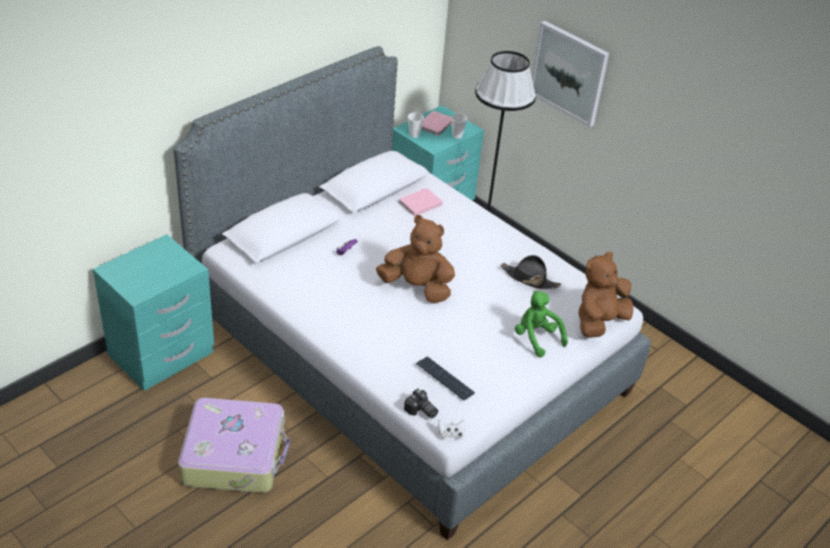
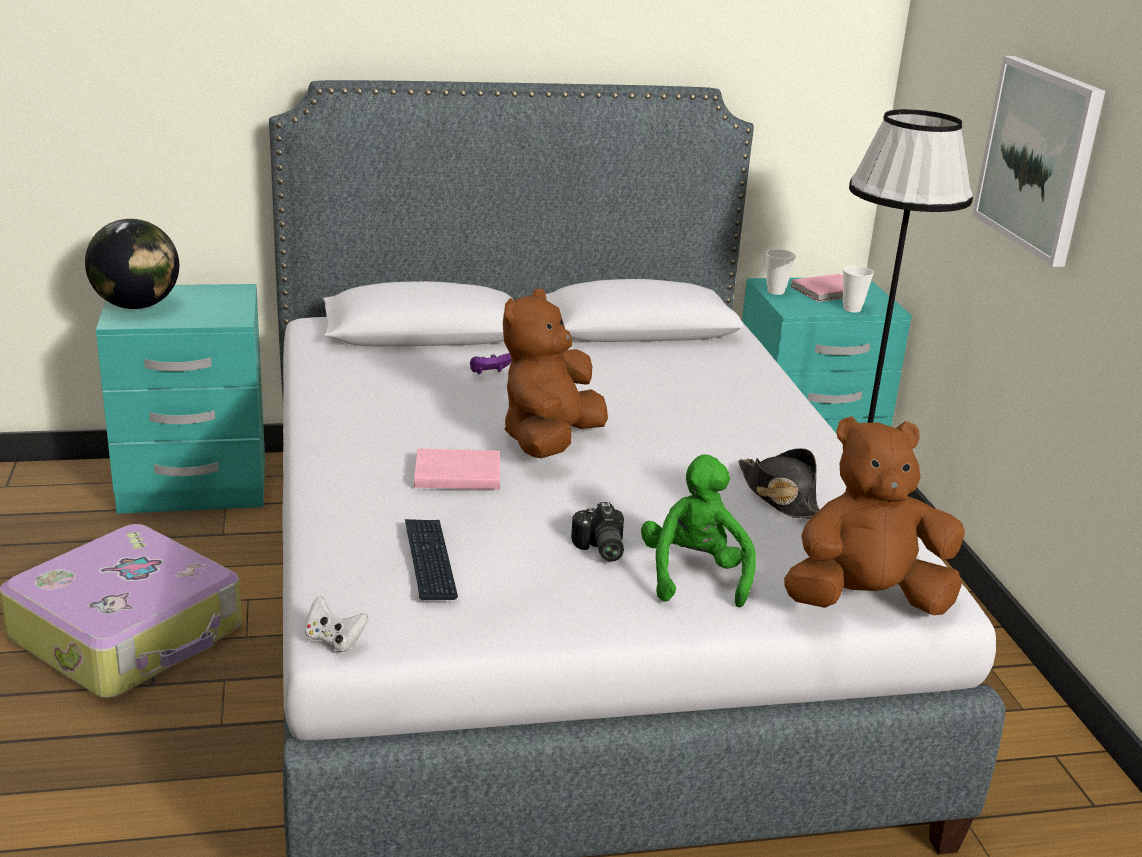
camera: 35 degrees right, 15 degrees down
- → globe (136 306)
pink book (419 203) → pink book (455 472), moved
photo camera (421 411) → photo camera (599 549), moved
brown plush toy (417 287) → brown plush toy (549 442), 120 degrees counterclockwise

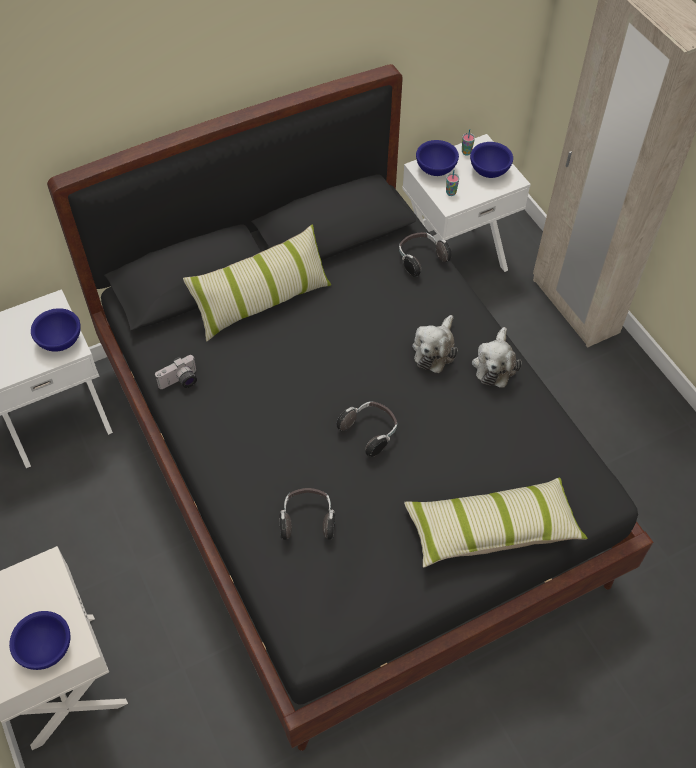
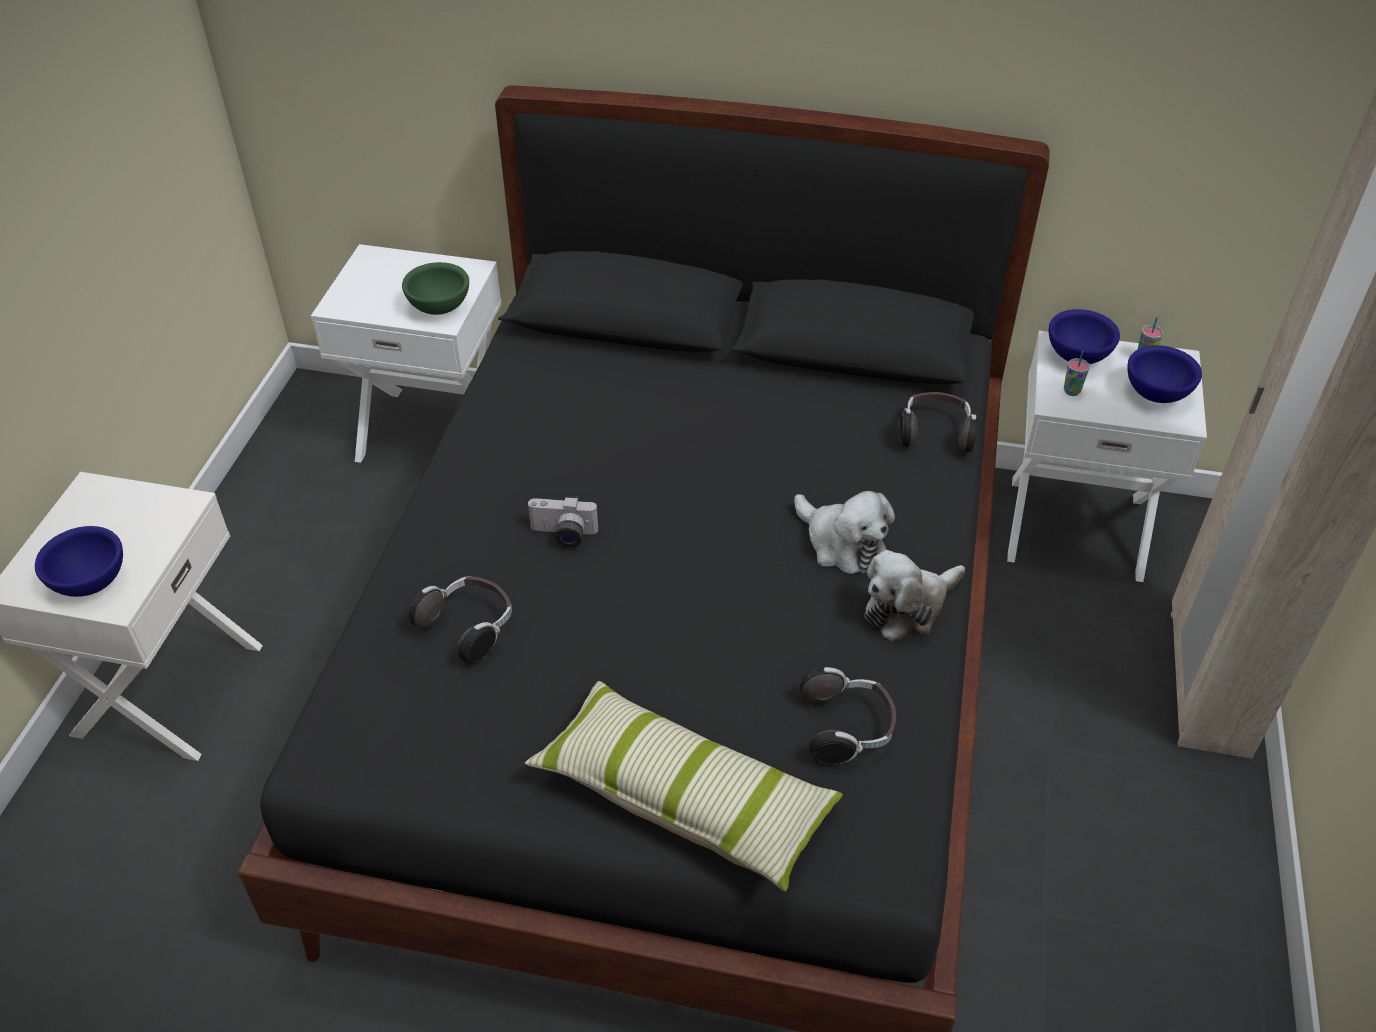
camera: 40 degrees right, 10 degrees down
pillow (262 302) → -
photo camera (180 382) → photo camera (563 535), moved
headphones (370 432) → headphones (847 728), moved
blue bowl (61 341) → green bowl (440 307)
plush toy (435 350) → plush toy (841 543), 105 degrees counterclockwise

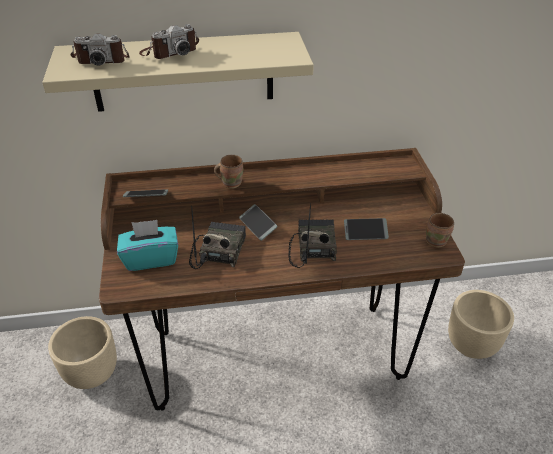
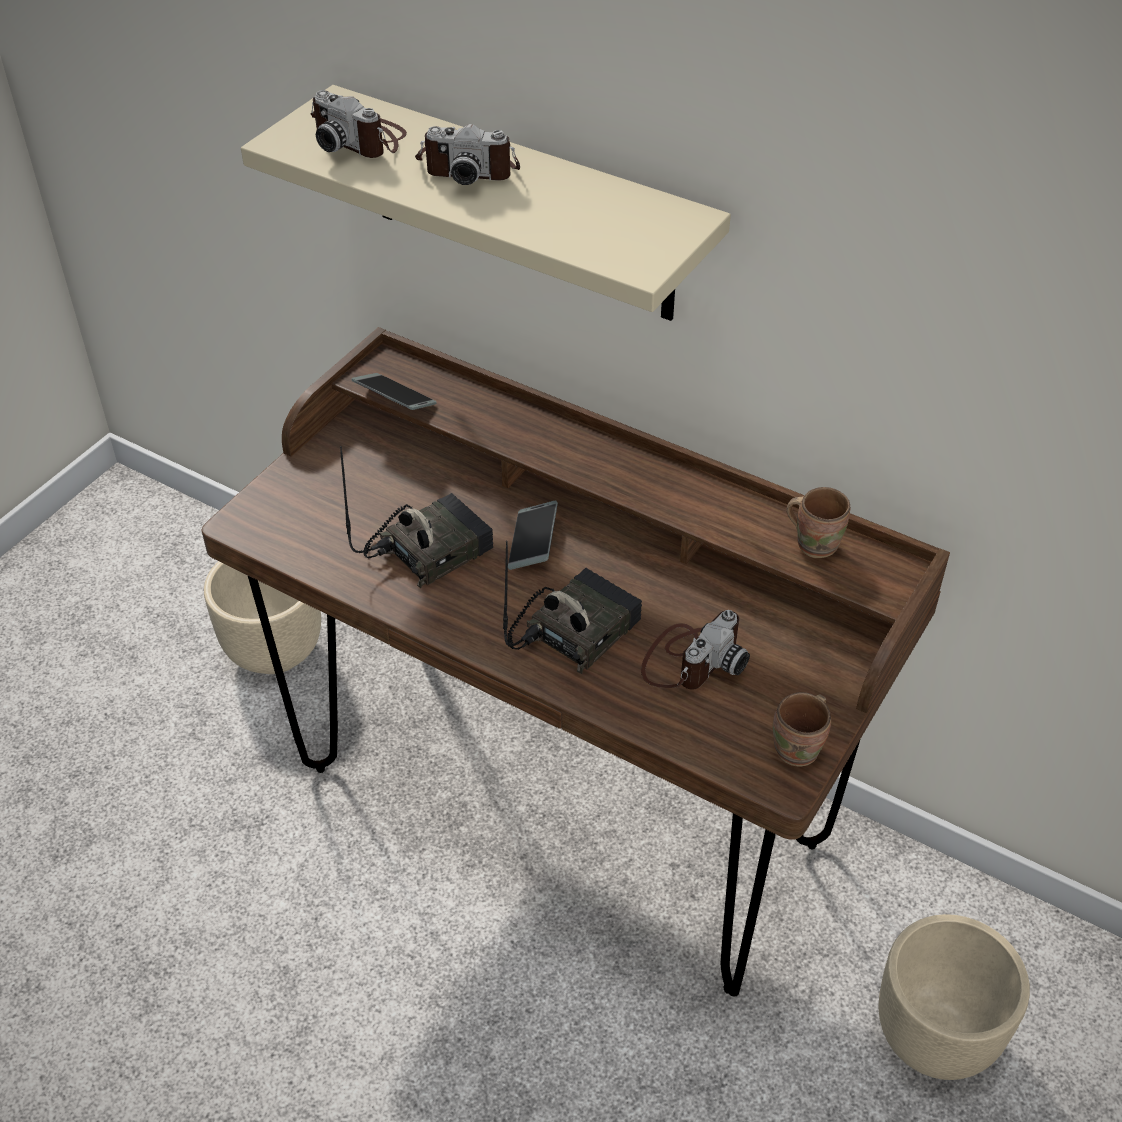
camera: 40 degrees right, 5 degrees up
turquoise tissue box (151 258) → -
brown mug (230 182) → brown mug (815 542), moved
phone (365 233) → photo camera (691 659)

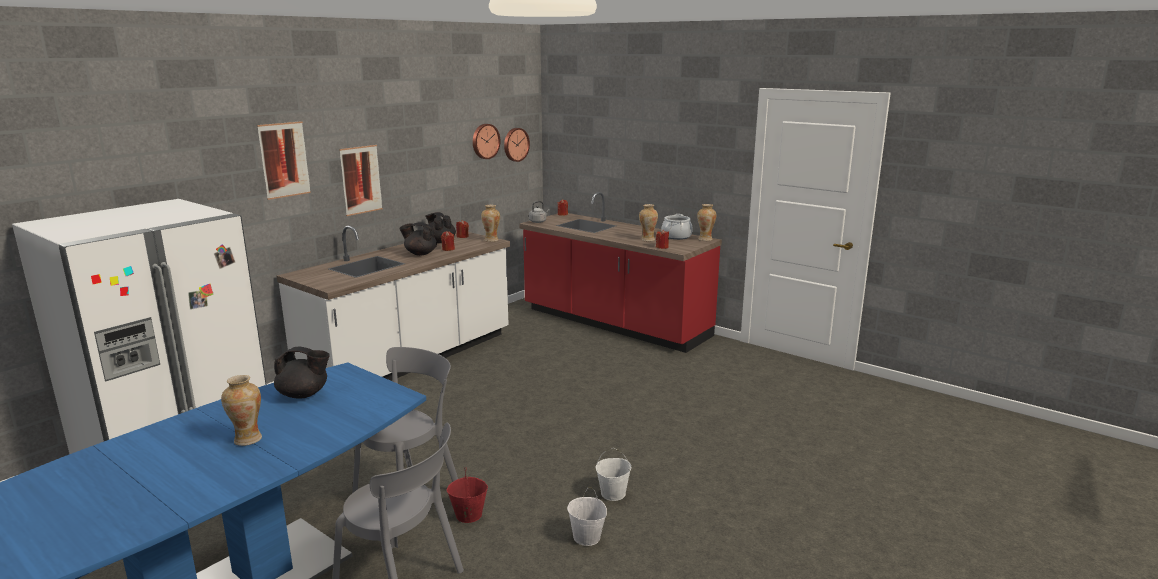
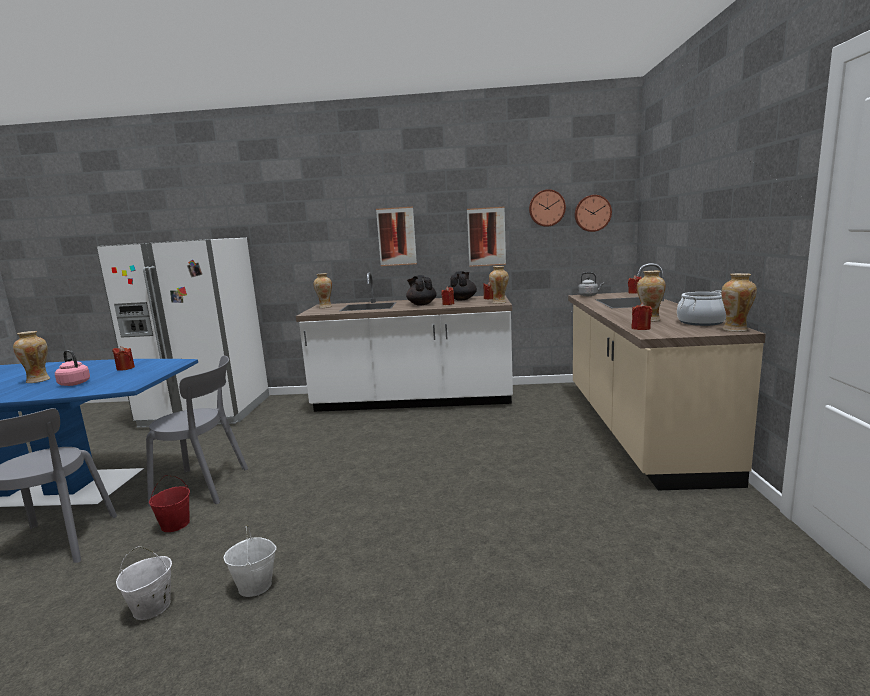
camera: 55 degrees right, 5 degrees down
- → pink kettle (74 383)
- → vase (325 307)
picture (284 160) → picture (486 237), moved
black teapot (304 394) → red candle (125 368)
red counter (614 323) → beige counter (637 428)

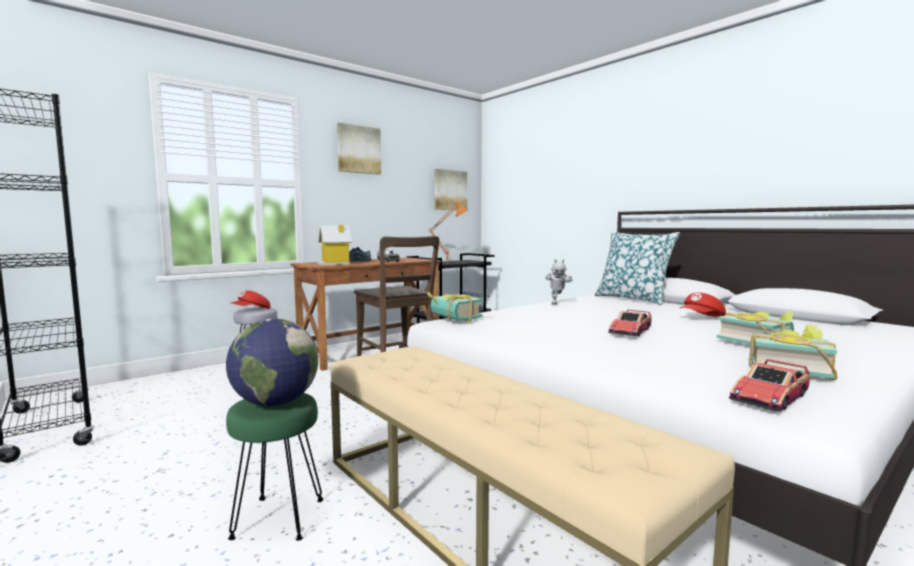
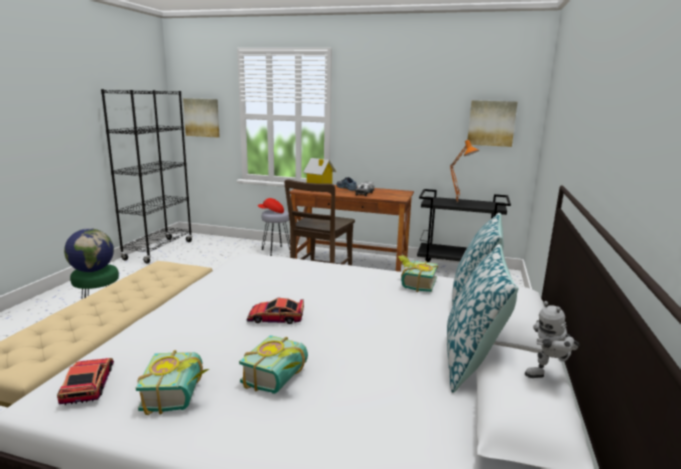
camera: 55 degrees right, 10 degrees up
red cap (702 318) → -
- → pillow (471 361)
picture (358 149) → picture (202 117), moved
book (451 319) → book (414 284), moved
toy robot (557 303) → toy robot (549 375), moved
toy car (769 397) → toy car (88 384), 60 degrees clockwise

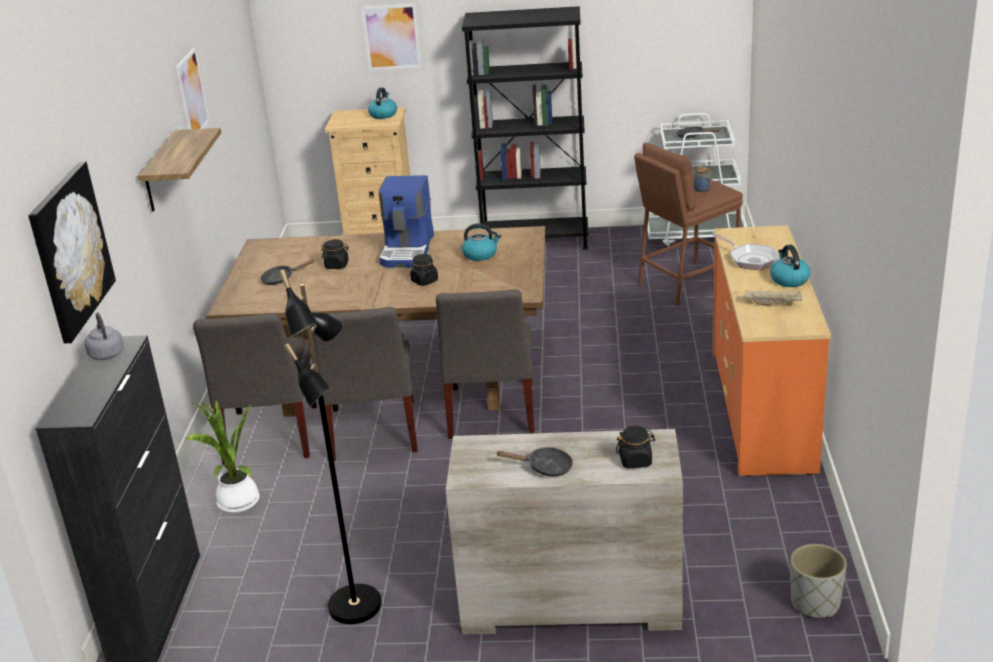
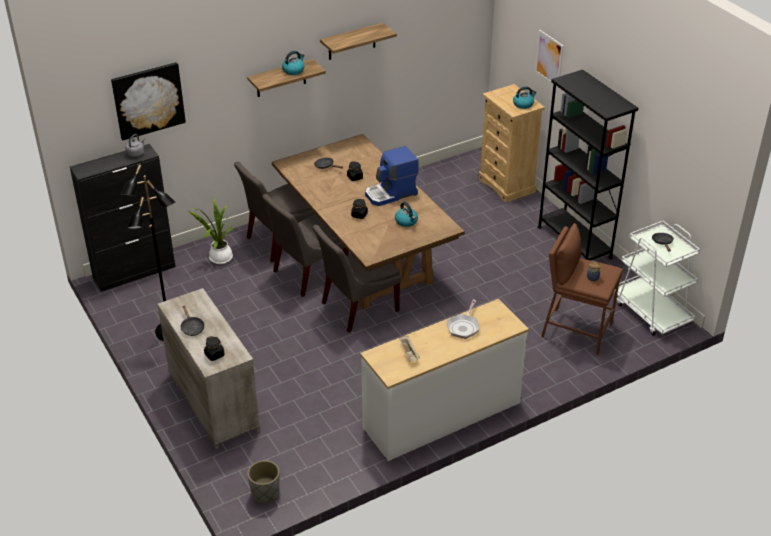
camera: 55 degrees right, 10 degrees up
kettle (789 279) → kettle (293 70), moved
picture (192 95) → shelf (352 42)
orange dresser (762 409) → white dresser (442 416)

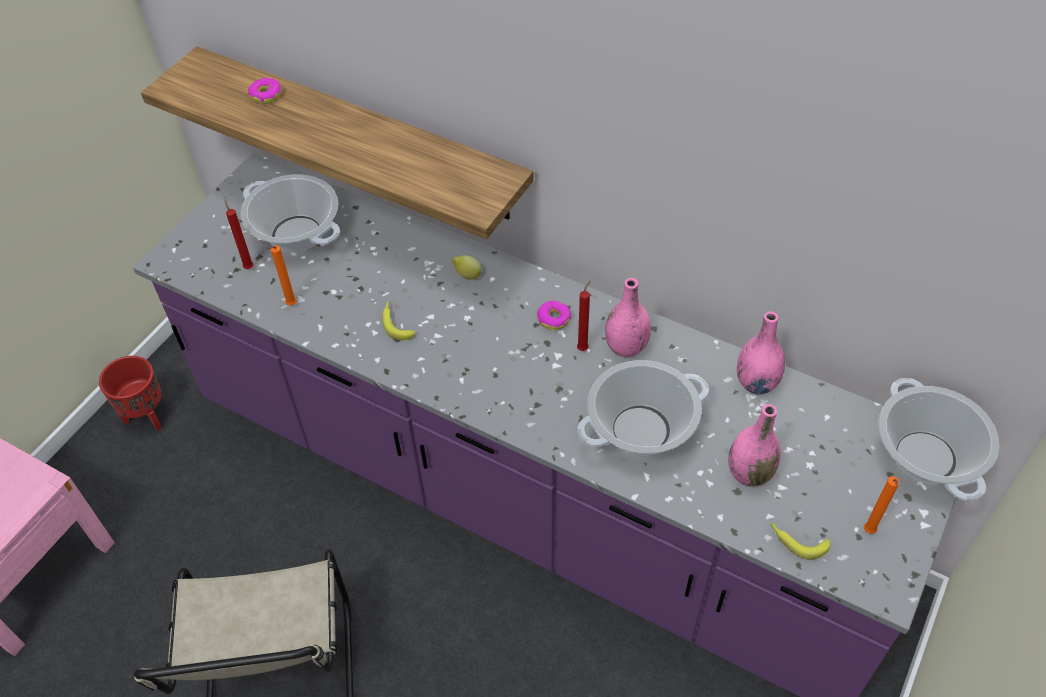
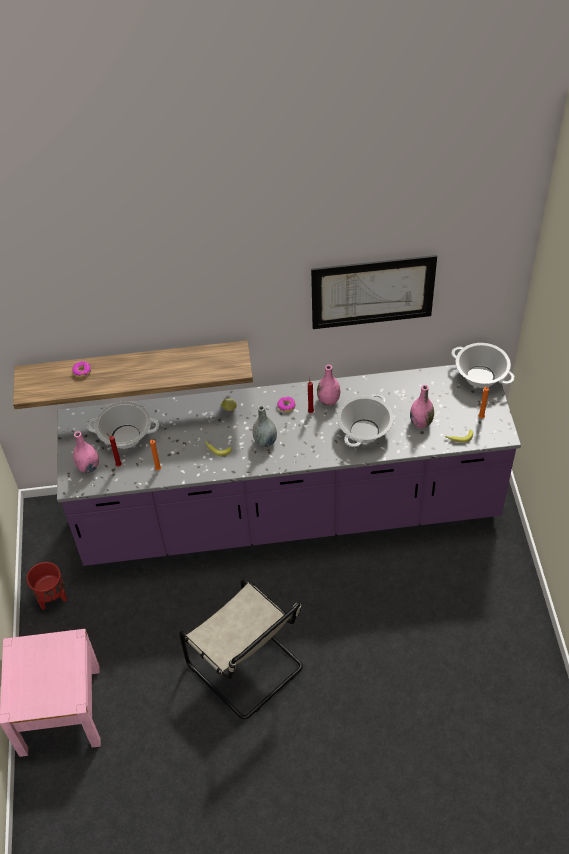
camera: 35 degrees left, 0 degrees up
- → grey vase (265 441)
- → picture (372 292)
pink vase (756 383) → pink vase (88 467), moved

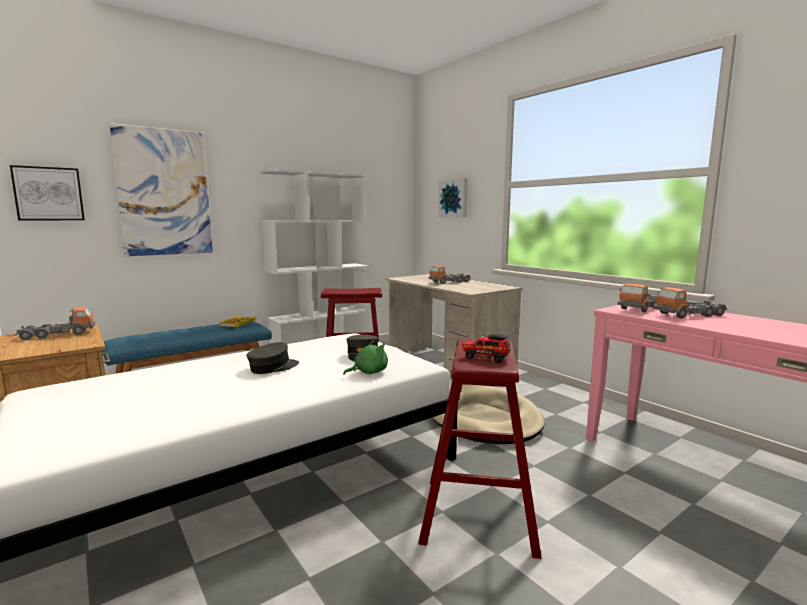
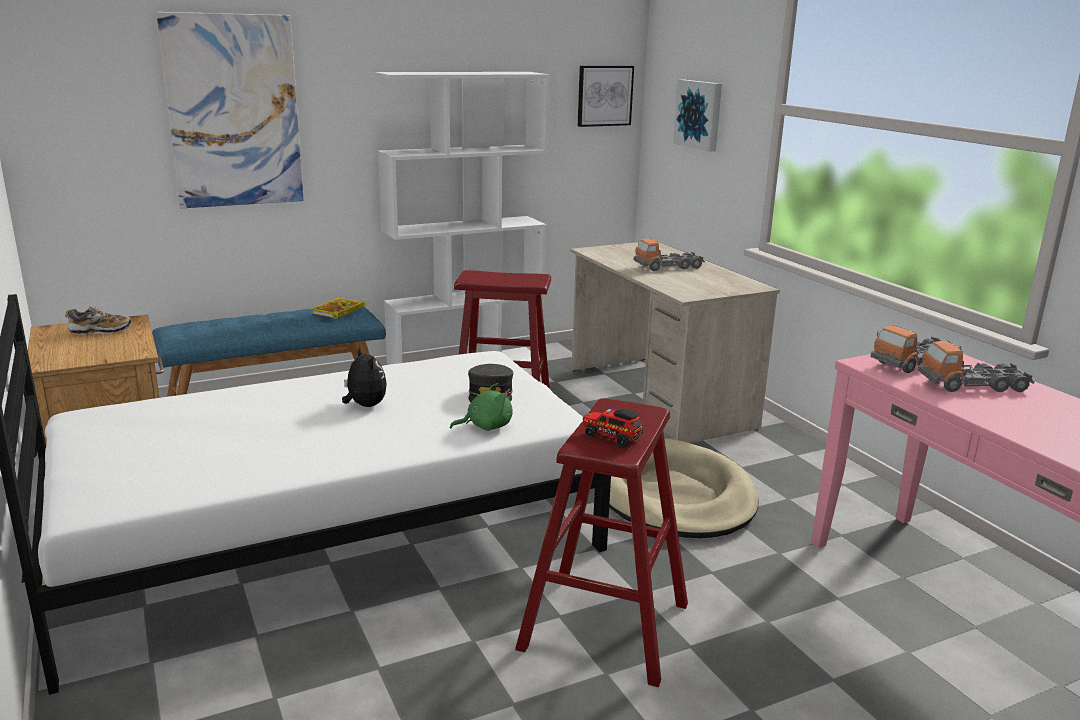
camera: 10 degrees right, 10 degrees up
picture (48 194) → picture (604 95), moved
toy truck (58 335) → shoe (100 331)
grey cap (273 367) → plush toy (364 405)

